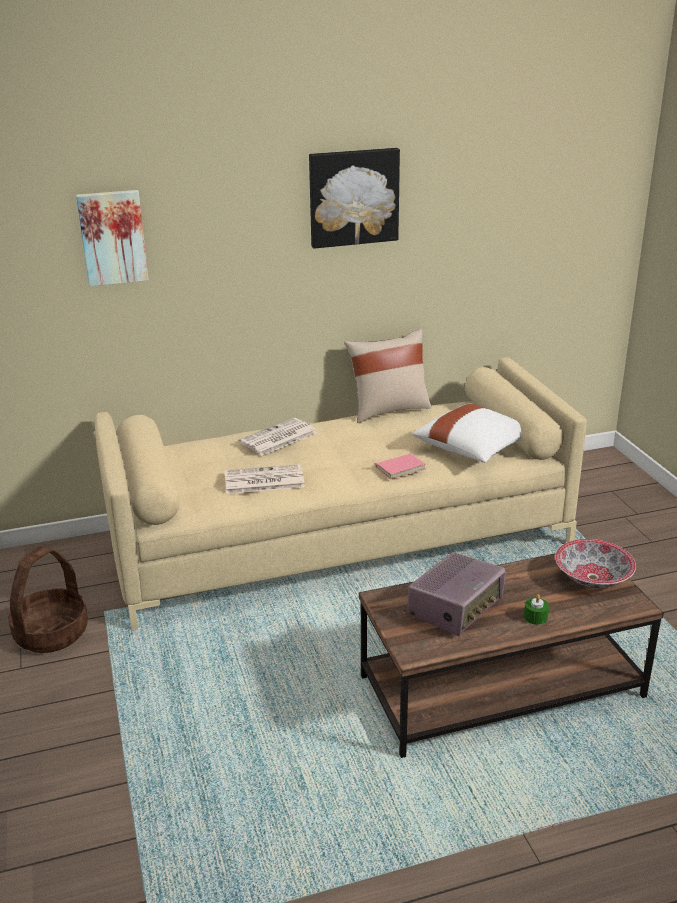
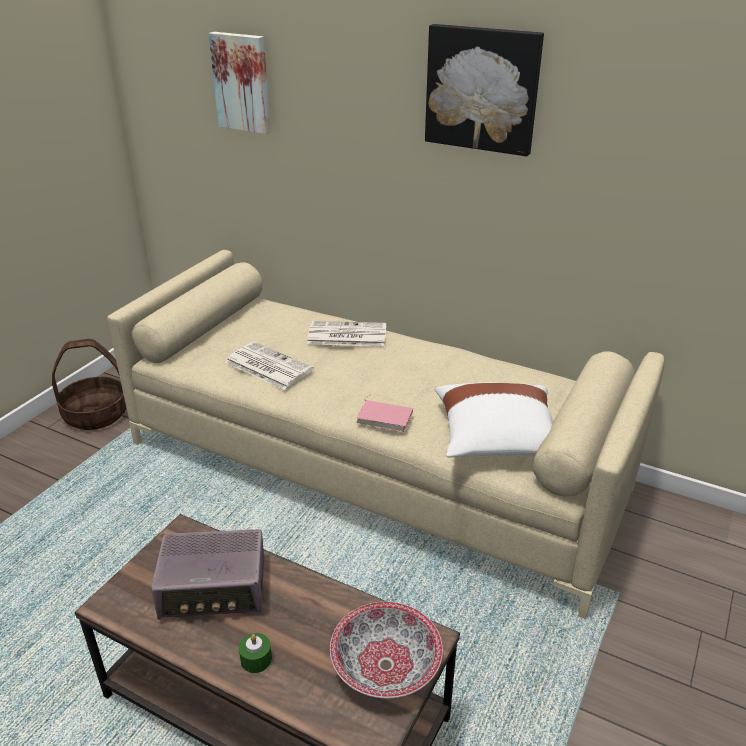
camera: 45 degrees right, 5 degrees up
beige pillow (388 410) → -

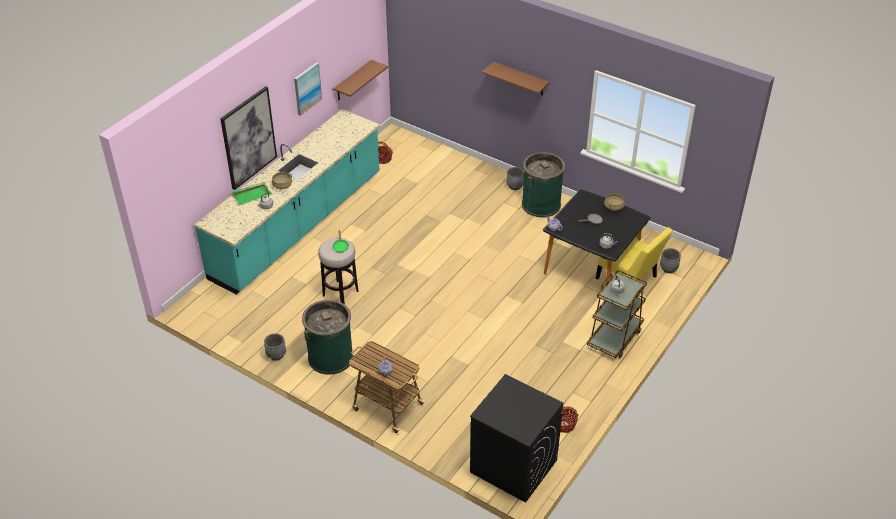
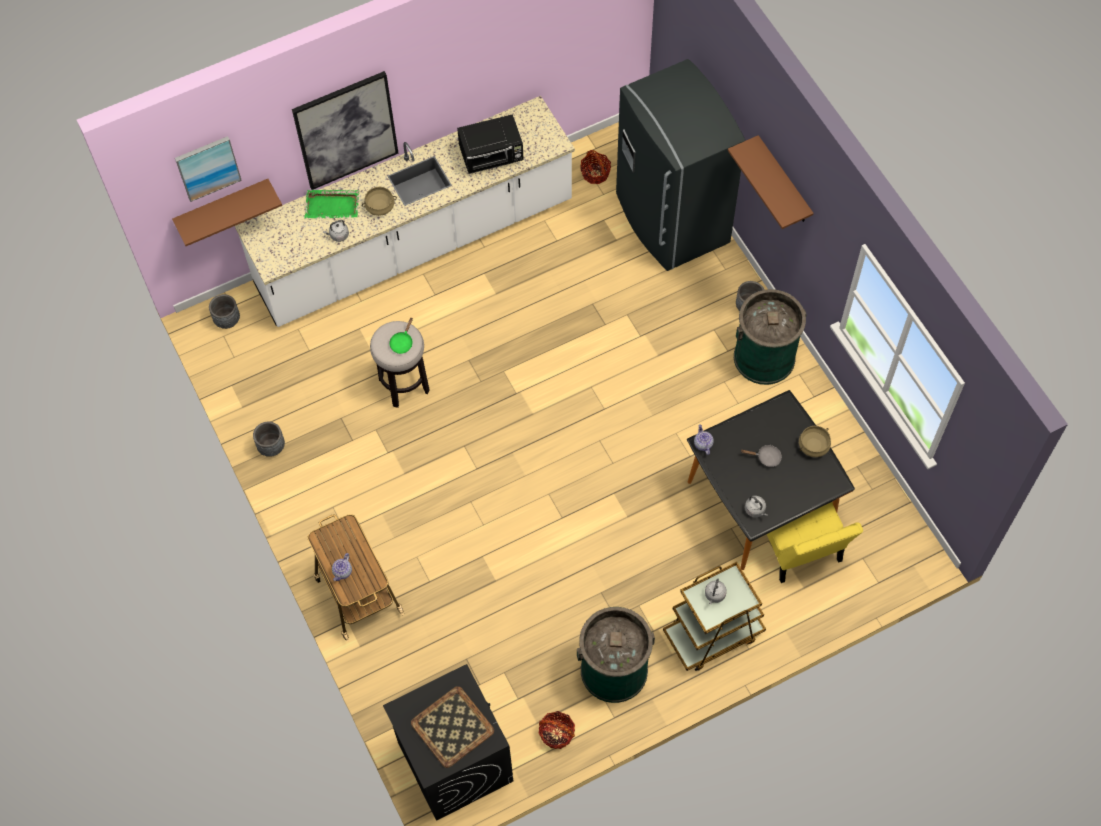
camera: 30 degrees right, 20 degrees up
- → tray (451 727)
- → black microwave (492 156)
- → grey fridge (670 220)
picture (307 88) → picture (208 167), moved
green trash can (330 357) → green trash can (614 670), moved
brown shelf (353 81) → brown shelf (222 206), moved
grey planter (668 269) → grey planter (227 320), moved
turquoise counter (298 226) → white counter (415 245)

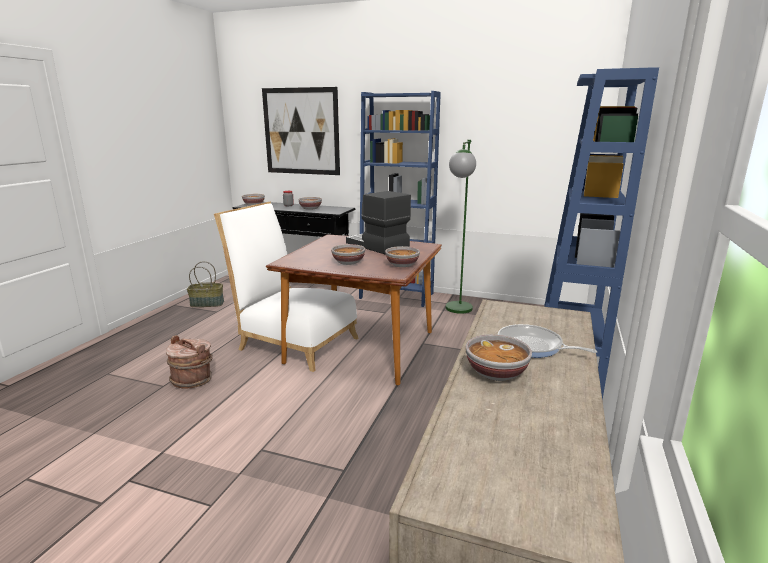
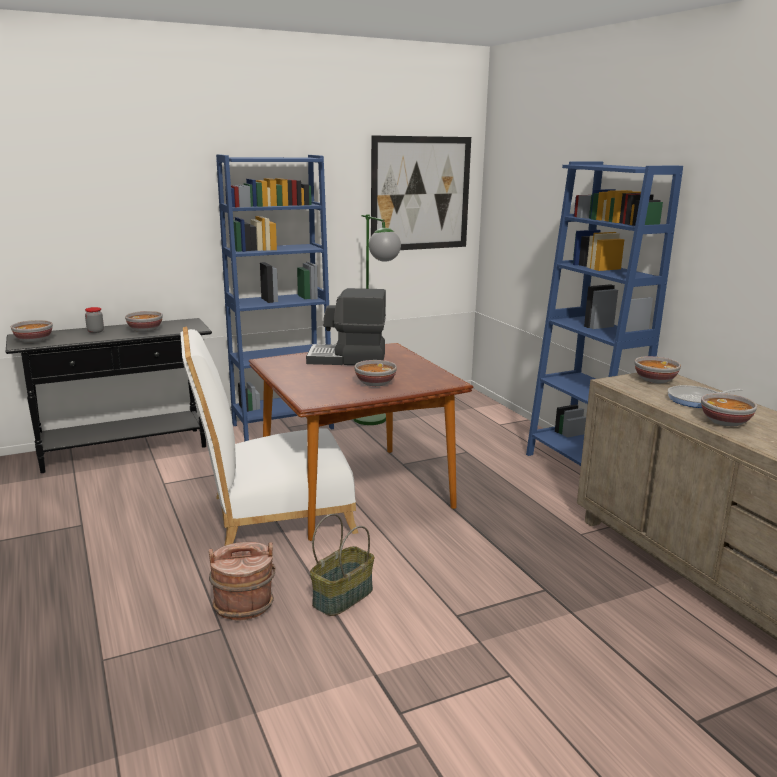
camera: 45 degrees left, 0 degrees up
basket (207 303) → basket (342 596), moved
picture (301 131) → picture (420 194), moved
bowl (402 265) → bowl (654 380), moved

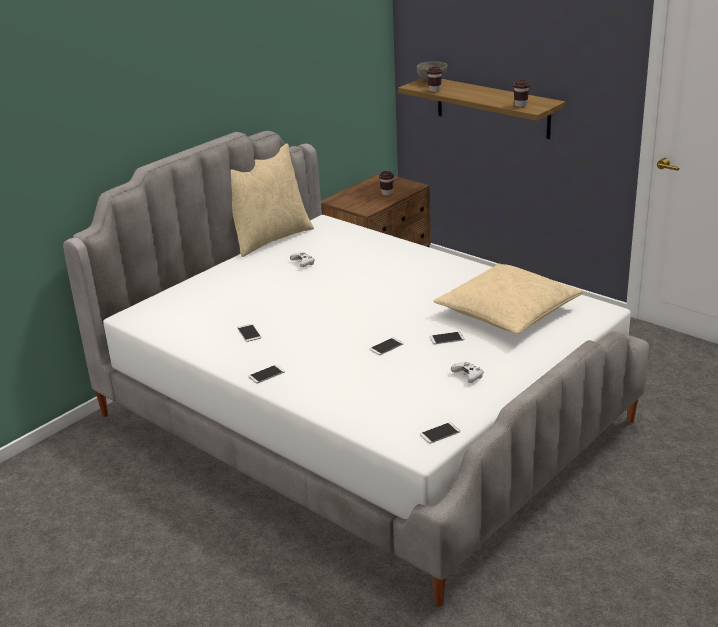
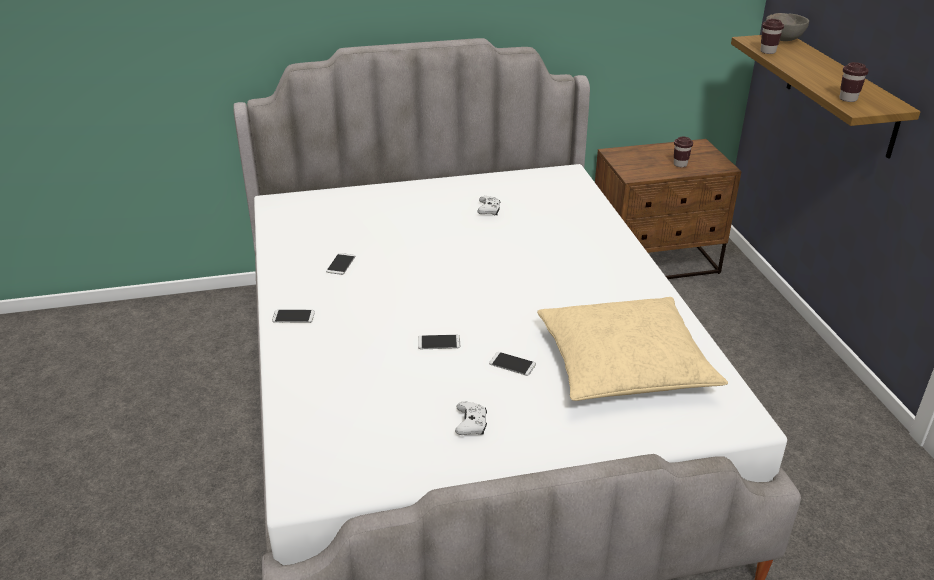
camera: 35 degrees right, 5 degrees up
beige pillow (269 238) → -
phone (440 433) → -

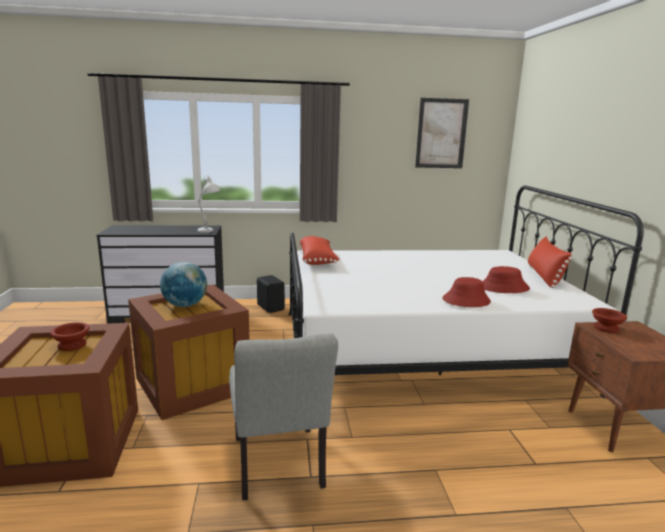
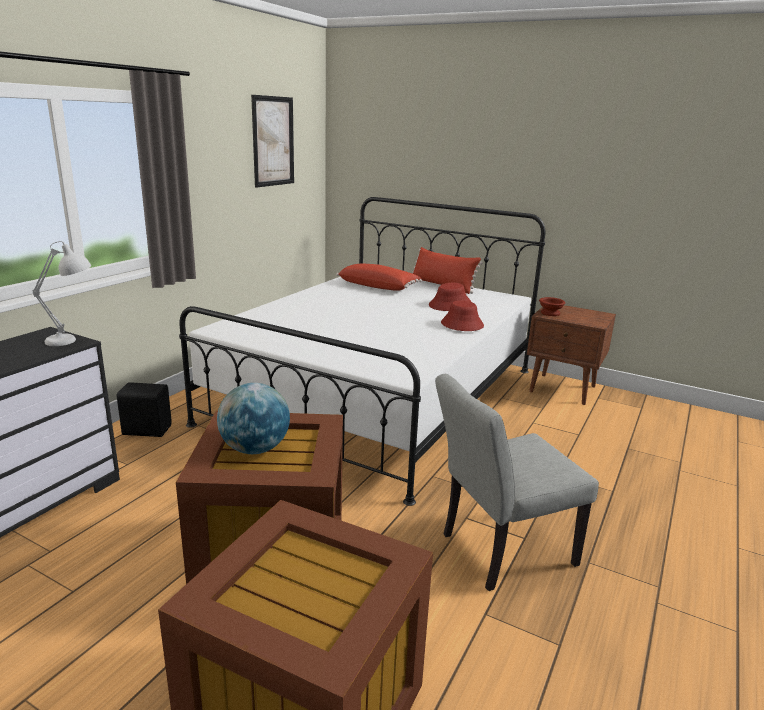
camera: 55 degrees left, 5 degrees up
brown bowl (73 345) → -
red pillow (317 260) → red pillow (378 287), moved
grey chair (279 468) → grey chair (499 551), 135 degrees clockwise

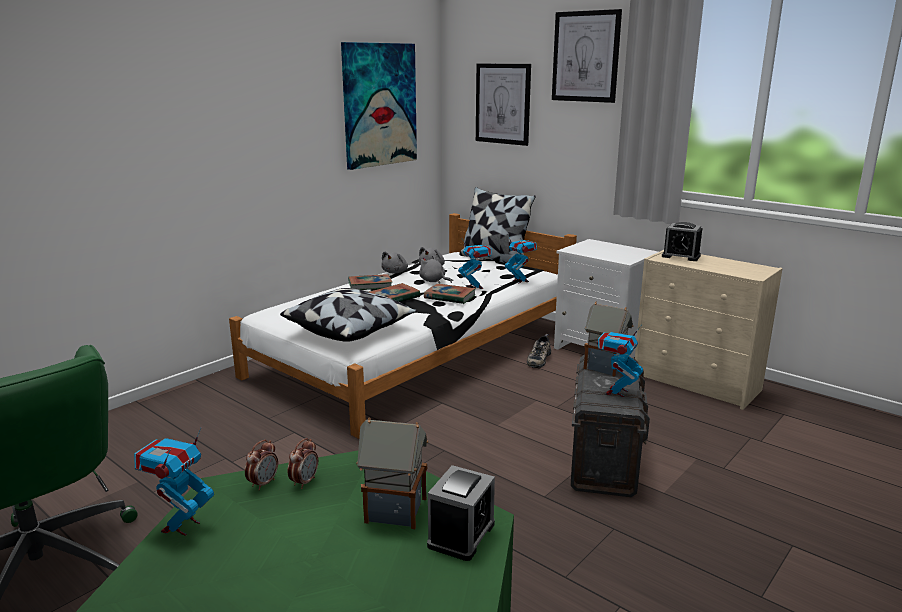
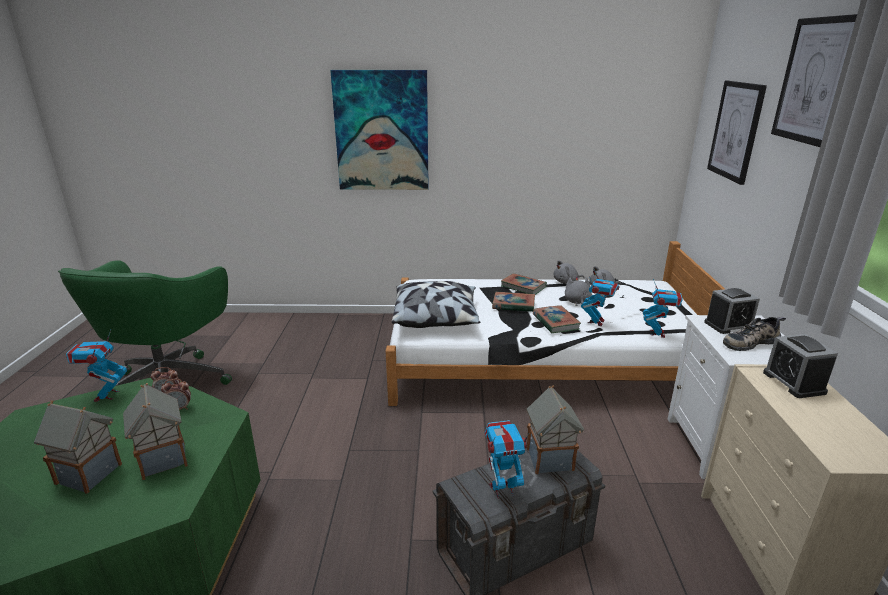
camera: 50 degrees right, 5 degrees up
pillow (494 259) → -
- → toy house (90 474)
picture (379 105) → picture (382 131), moved
alarm clock (461 535) → alarm clock (728 325), moved
shoe (538 358) → shoe (750 341), moved
toy robot (181 526) → toy robot (106 395), 75 degrees counterclockwise

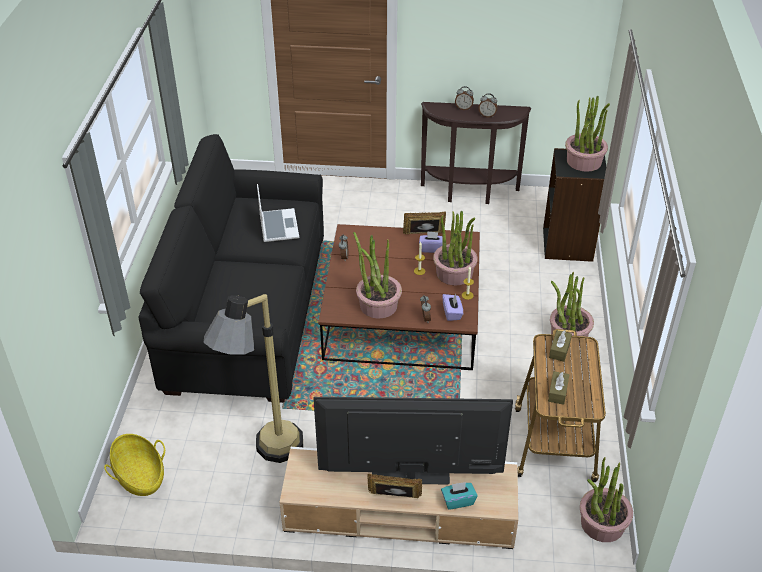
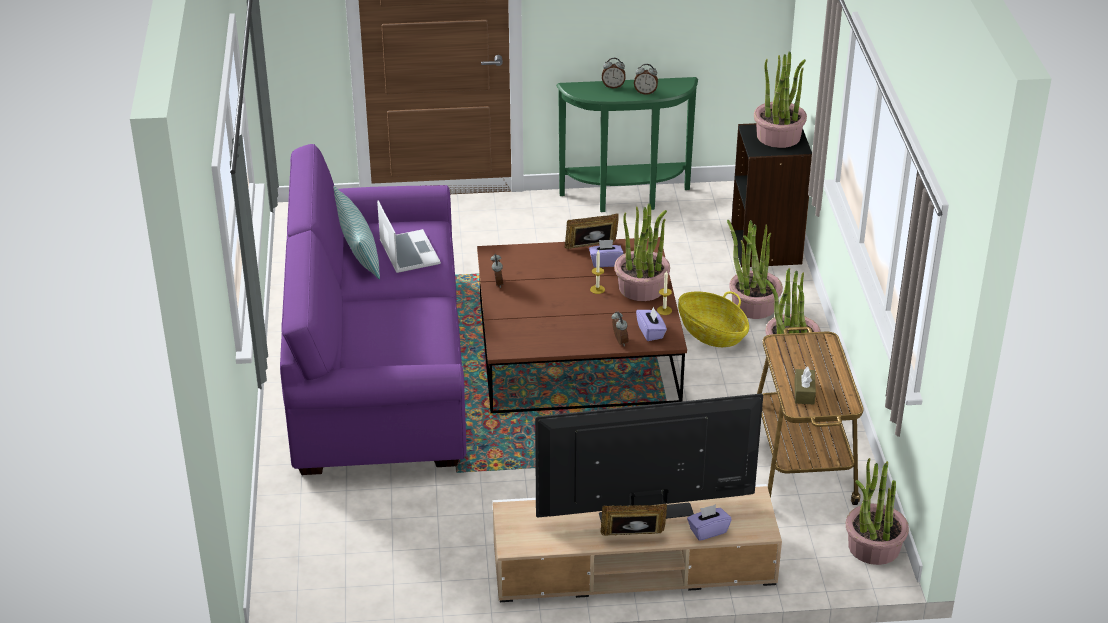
camera: 10 degrees left, 5 degrees down
floor lamp (266 459) → -
brown tissue box (559 350) → -
- → pillow (358 251)
basket (140 476) → basket (712 333), moved
potted plant (378 305) → potted plant (753 305), moved
black sofa (248 313) → purple sofa (378 371)
brown console table (469 194) → green console table (626 200)
turquoise tissue box (458 501) → purple tissue box (708 531)

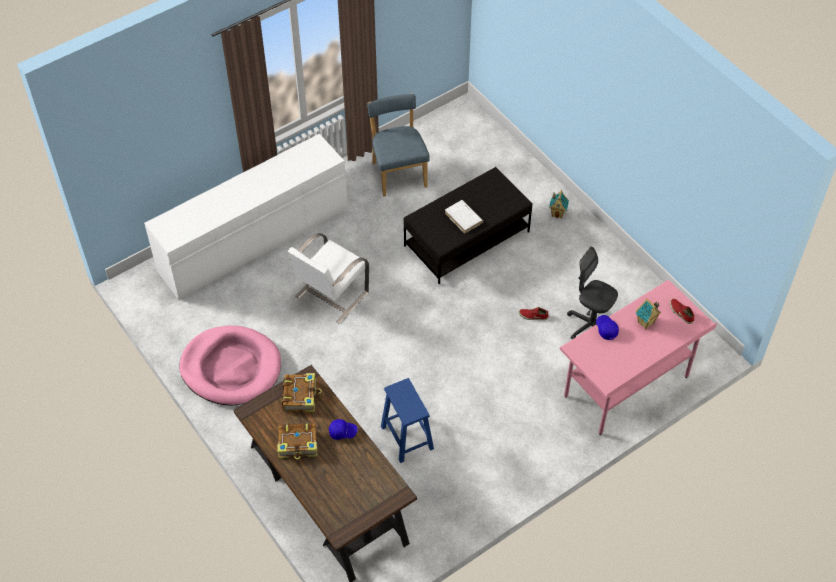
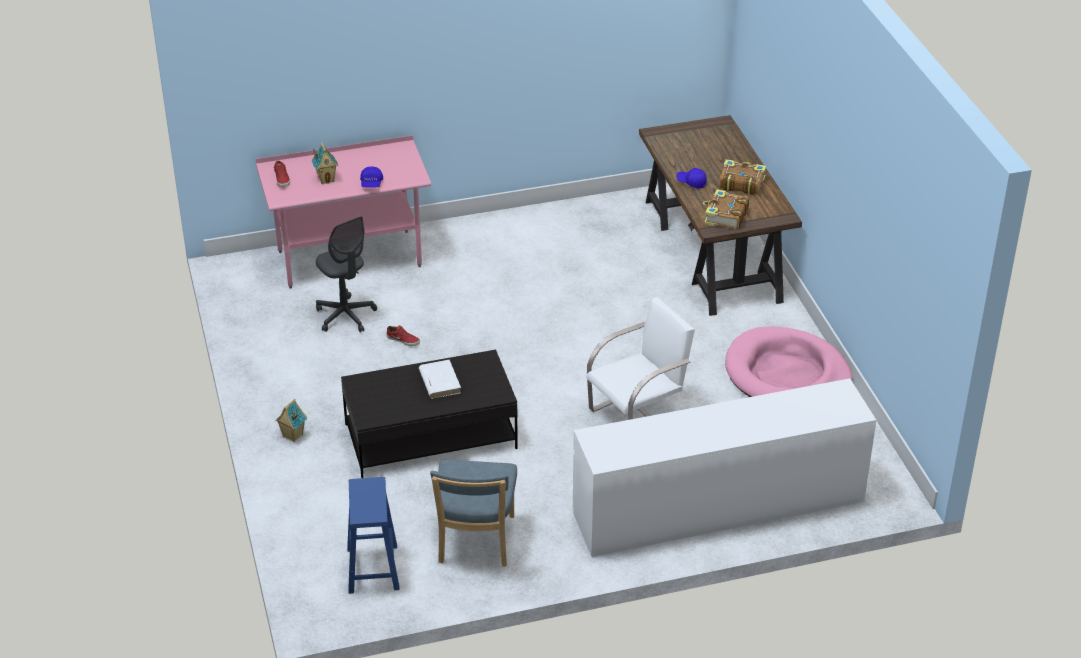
camera: 160 degrees left, 15 degrees down
blue stool (407 438) → blue stool (372 568), moved

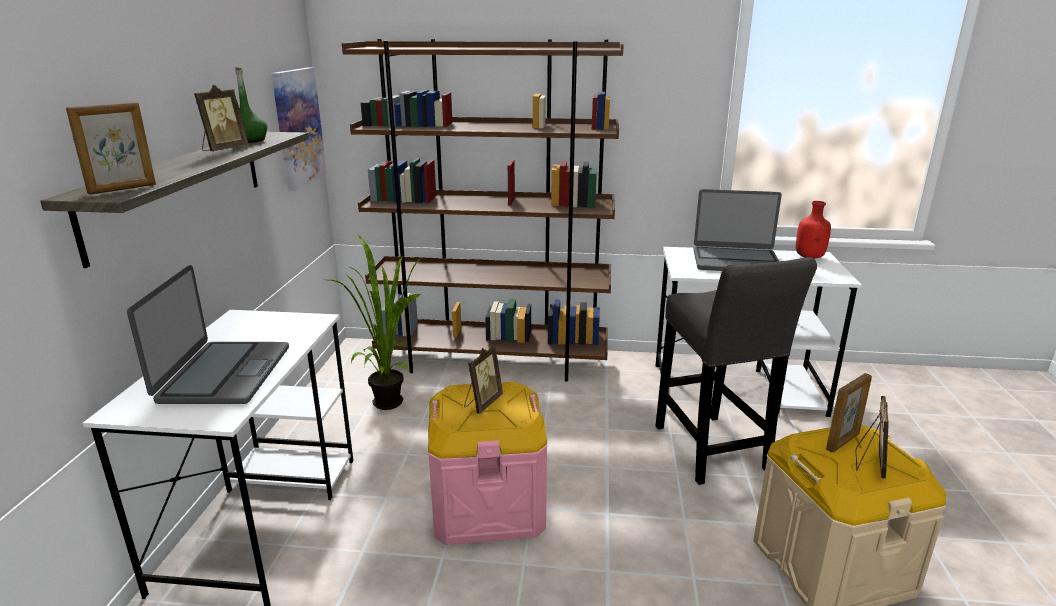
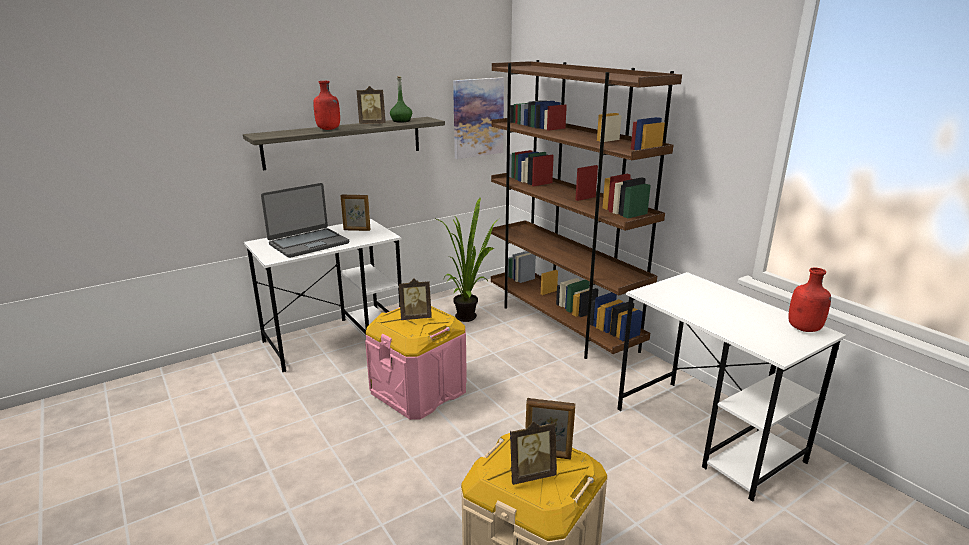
camera: 50 degrees right, 0 degrees up
grey stool (712 452) → -
laptop (735 261) → -
- → red bottle (329 129)
picture frame (123 189) → picture frame (357 230), moved

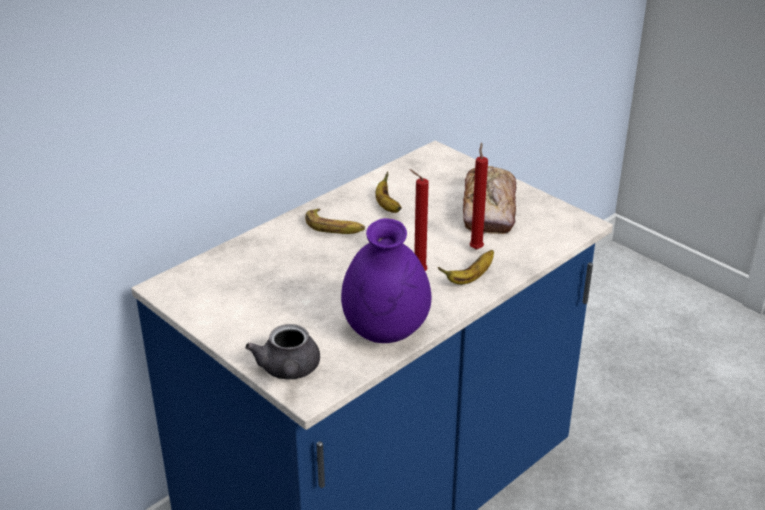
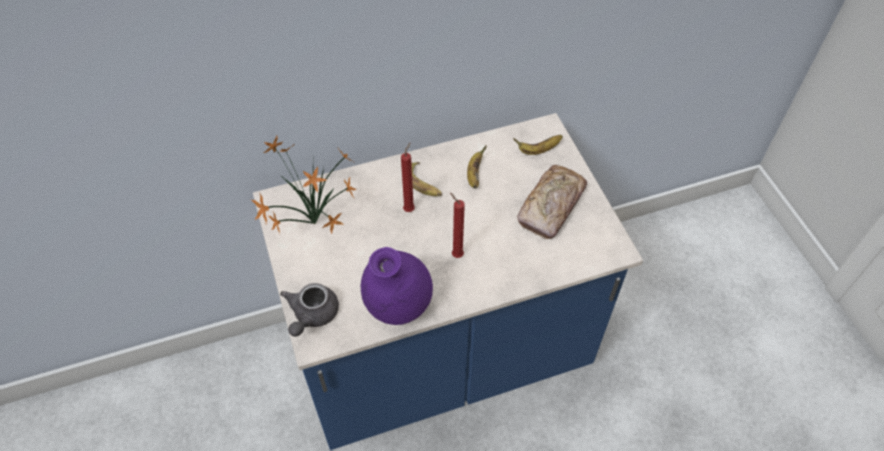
camera: 25 degrees right, 20 degrees up
- → potted plant (311 224)
banana (470 278) → banana (538 150), moved
red candle (476 248) → red candle (410 209), moved

